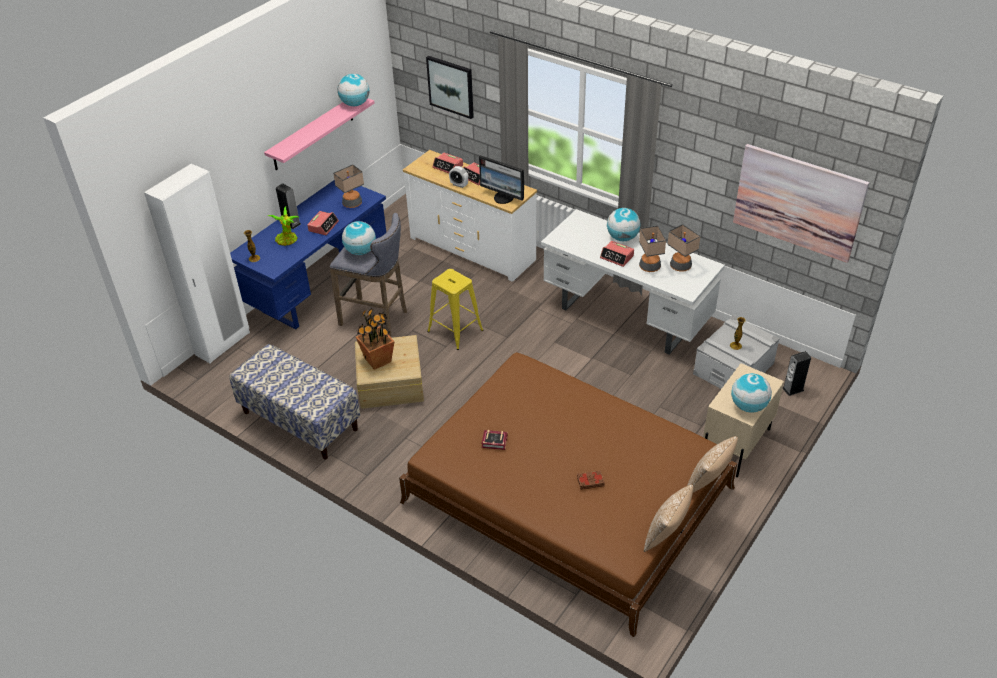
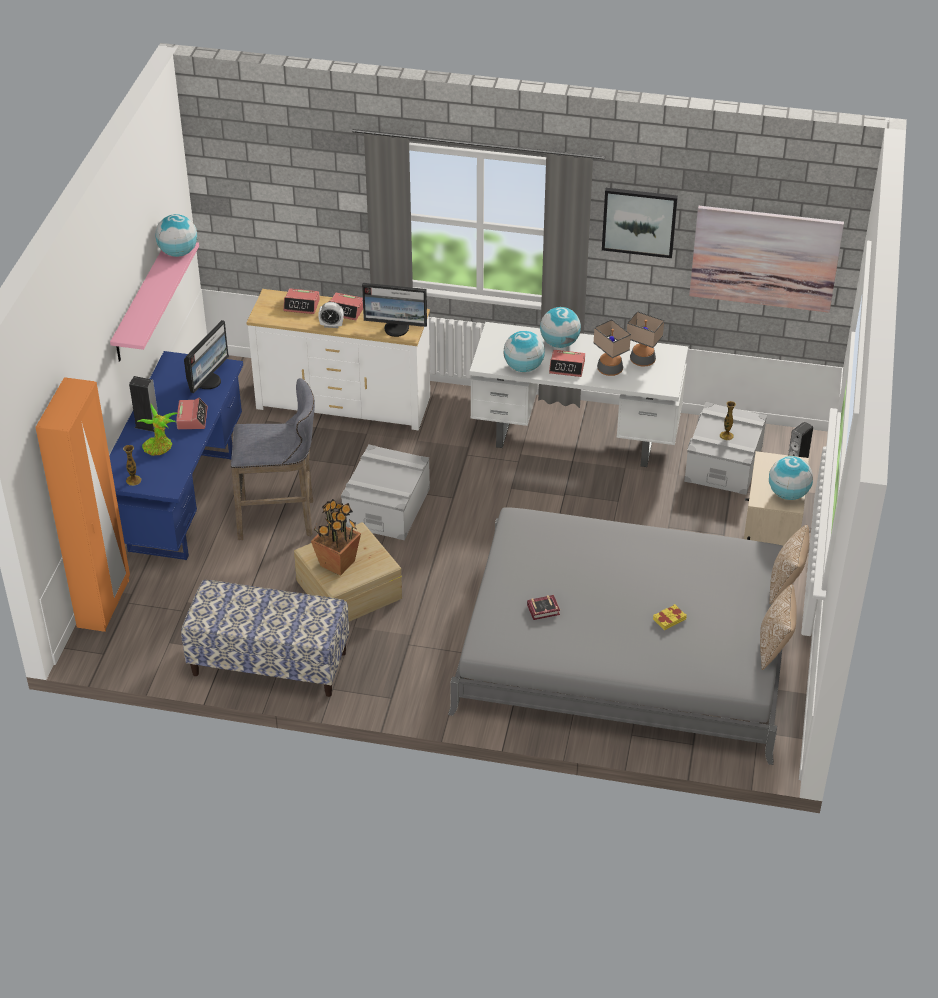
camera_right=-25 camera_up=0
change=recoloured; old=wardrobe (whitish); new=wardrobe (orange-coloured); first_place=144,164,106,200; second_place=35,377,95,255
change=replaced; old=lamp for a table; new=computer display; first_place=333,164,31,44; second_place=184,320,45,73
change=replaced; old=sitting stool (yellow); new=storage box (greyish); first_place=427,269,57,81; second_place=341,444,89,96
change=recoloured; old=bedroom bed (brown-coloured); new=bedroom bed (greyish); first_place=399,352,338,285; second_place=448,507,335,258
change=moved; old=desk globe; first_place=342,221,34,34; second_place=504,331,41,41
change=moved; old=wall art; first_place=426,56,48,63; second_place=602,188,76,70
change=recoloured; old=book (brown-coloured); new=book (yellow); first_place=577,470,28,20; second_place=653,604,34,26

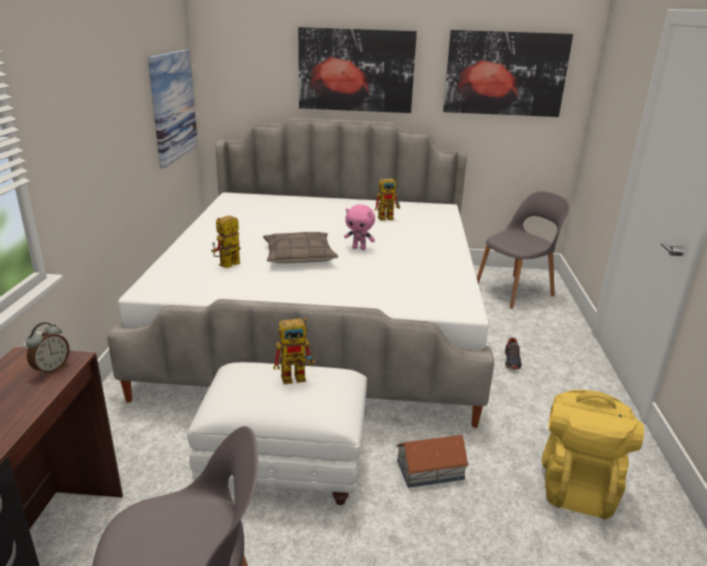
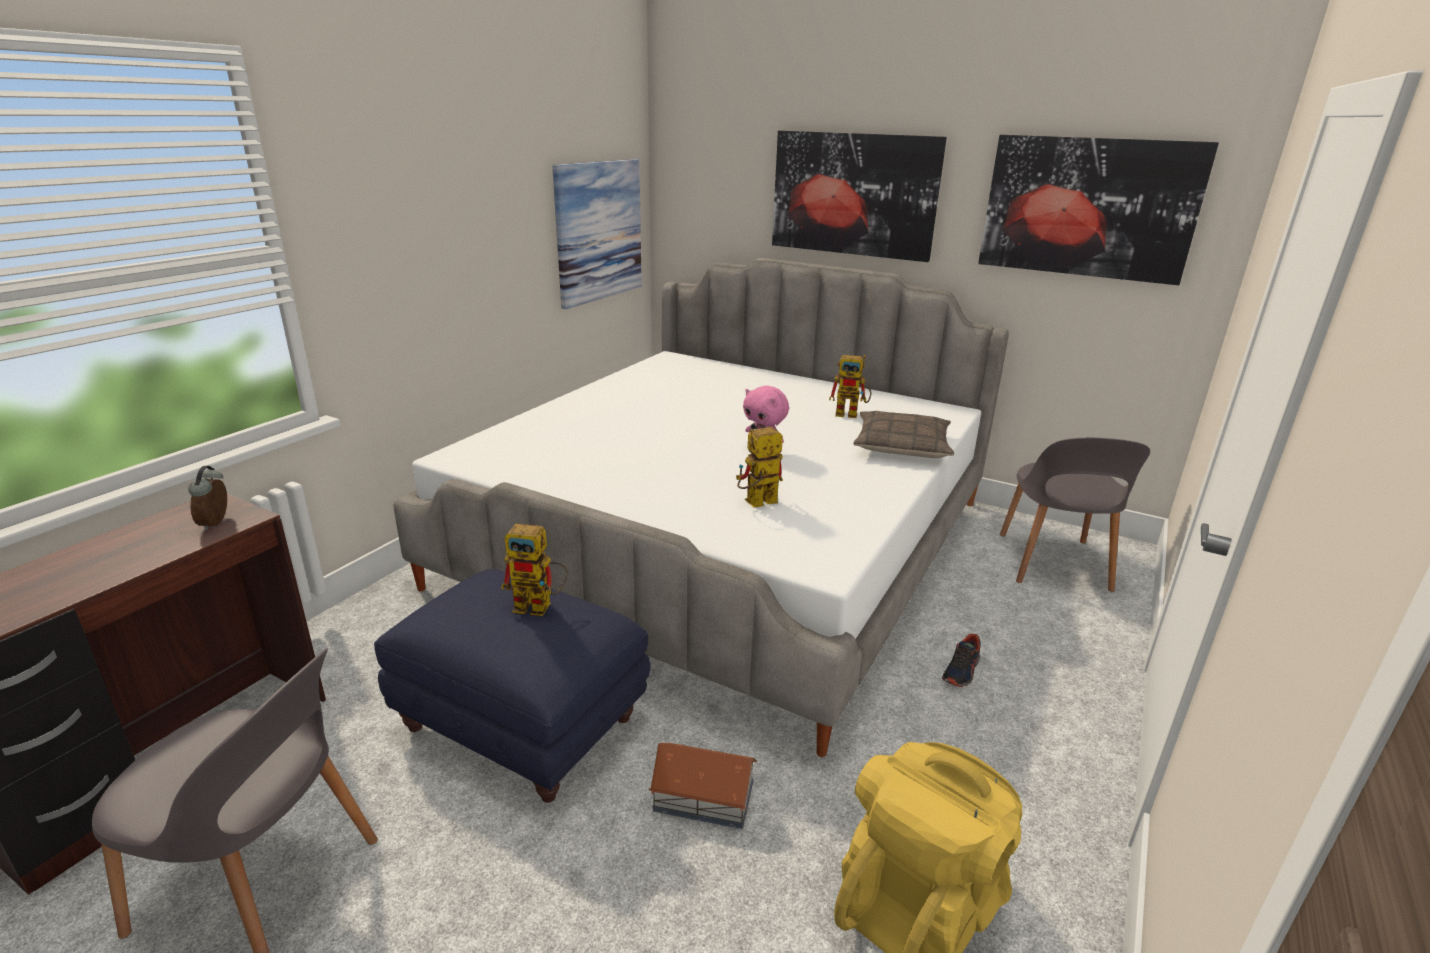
camera_right=25 camera_up=0
change=turned; old=bedside clock; first_place=26,322,44,54; second_place=188,466,39,65; degrees=120
change=recoloured; old=pouffe (whitish); new=pouffe (bluish); first_place=187,362,180,143; second_place=374,569,277,234
change=moved; old=robot figure; first_place=211,215,30,53; second_place=736,427,47,80
change=moved; old=throw pillow; first_place=263,232,75,31; second_place=853,411,101,47
change=turned; old=plain chair (greyish); first_place=477,191,93,118; second_place=1000,438,150,154; degrees=105

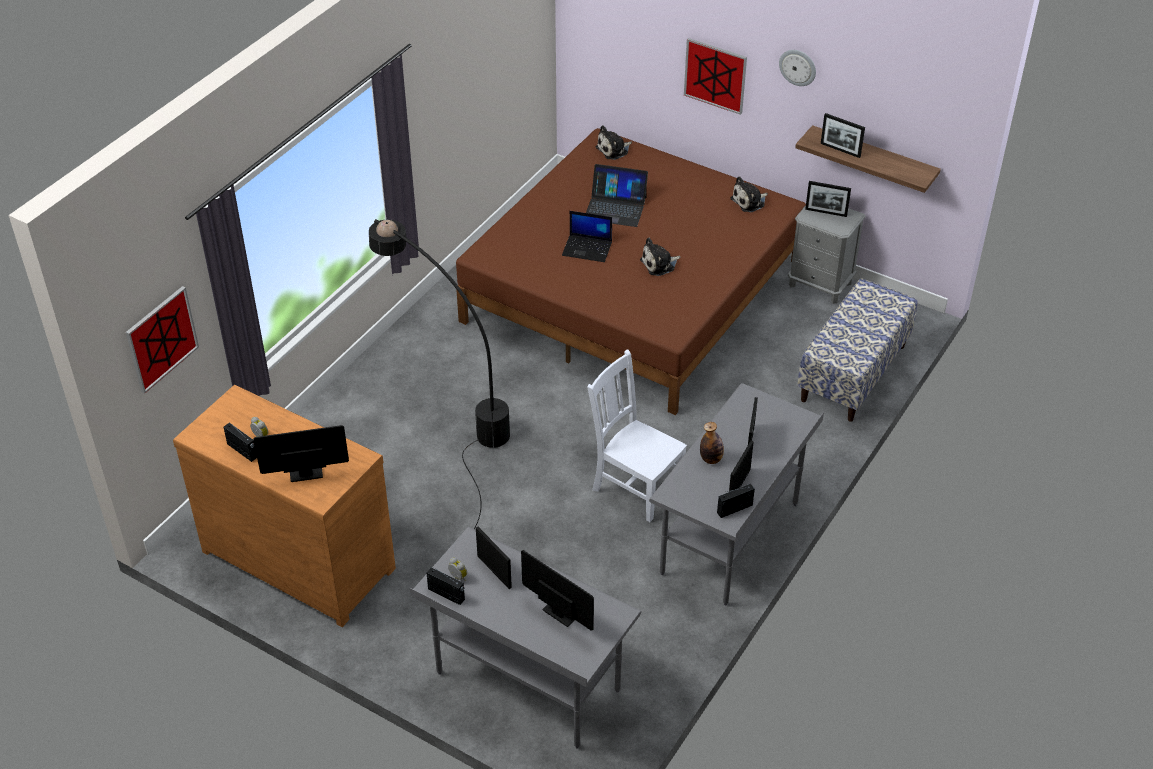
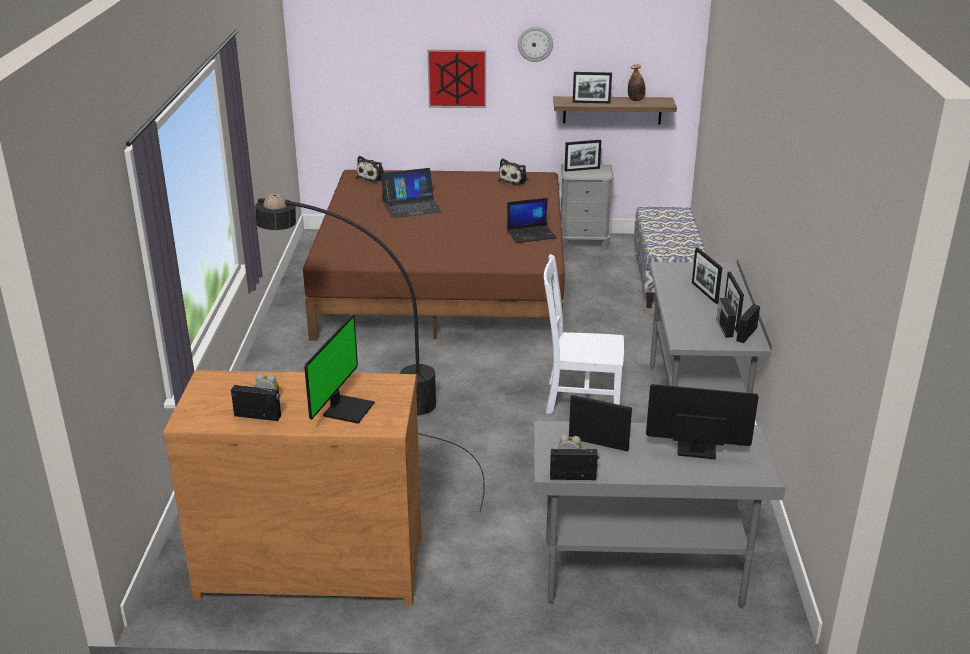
camera_right=-30 camera_up=-15
change=turned; old=computer display; first_place=253,425,96,57; second_place=304,315,71,108; degrees=150
change=moved; old=portable computer; first_place=562,211,50,51; second_place=507,198,50,45
change=moved; old=drink bottle; first_place=700,422,24,42; second_place=628,65,18,36
change=added; new=radio; second_place=717,298,19,40
change=removed; old=wall art; first_place=126,286,73,107
change=removed; old=plush toy; first_place=640,238,40,38

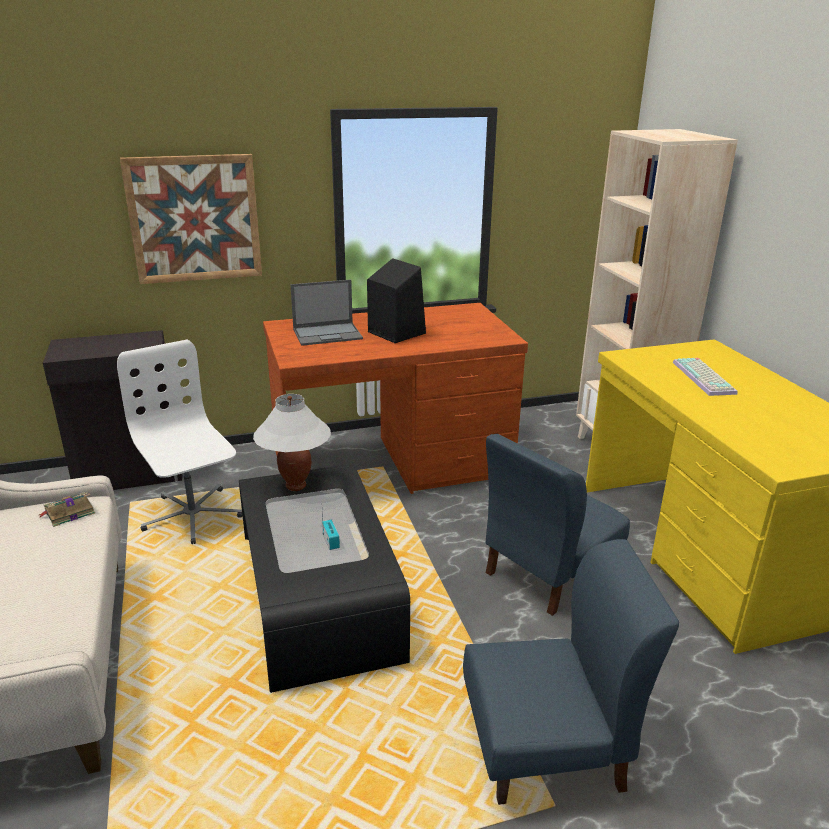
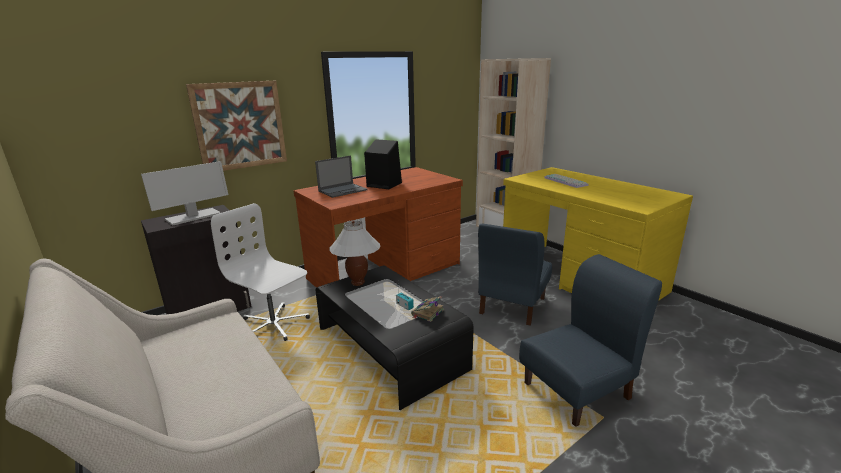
camera_right=-20 camera_up=-5
change=added; new=computer display; second_place=141,161,87,65
change=moved; old=book; first_place=39,492,56,35; second_place=411,296,33,26

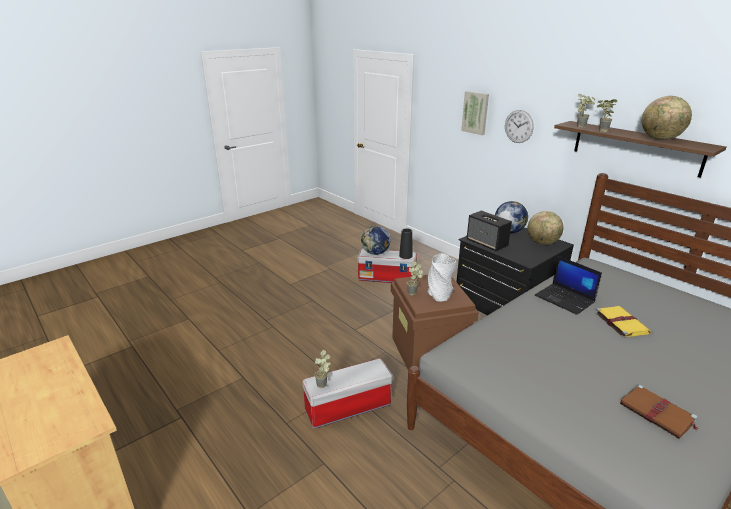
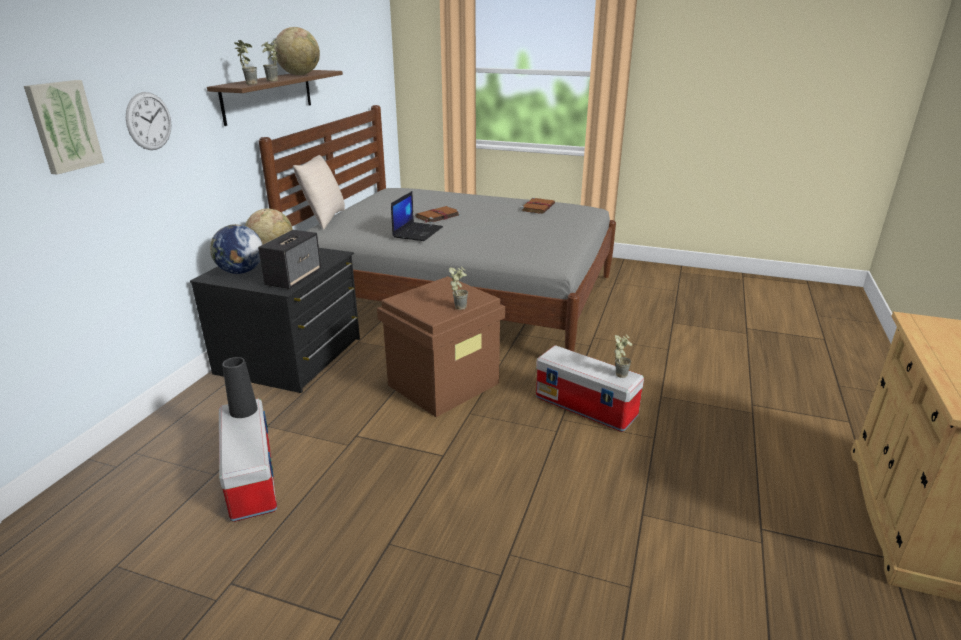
camera_right=-120 camera_up=0
change=added; new=throw pillow (beige); second_place=293,155,52,75
change=recoloured; old=book (yellow); new=book (brown-coloured); first_place=595,306,56,32; second_place=415,206,45,17
change=removed; old=desk globe; first_place=361,226,30,29
change=removed; old=vase (greyish); first_place=428,253,29,49

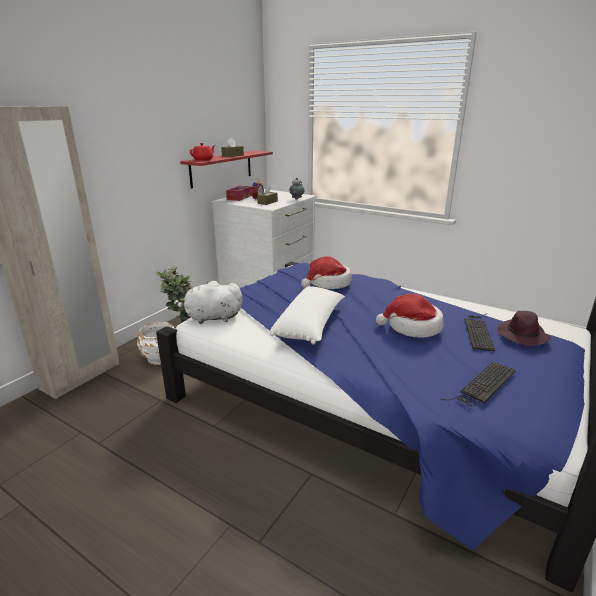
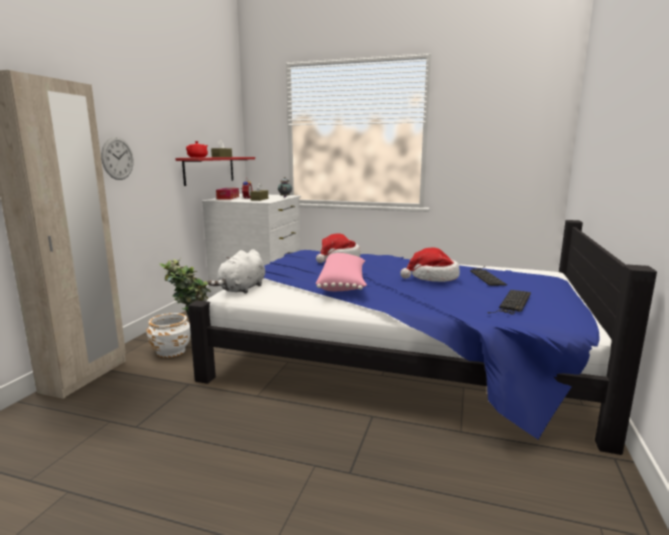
camera_right=-15 camera_up=-10
change=added; new=hanging clock; second_place=101,137,32,43
change=turned; old=plush toy (whitish); first_place=174,281,68,43; second_place=208,249,57,45; degrees=-45
change=recoloured; old=throw pillow (whitish); new=throw pillow (pink); first_place=270,286,75,58; second_place=316,253,51,38
change=removed; old=hat (purple-coloured); first_place=498,311,53,35

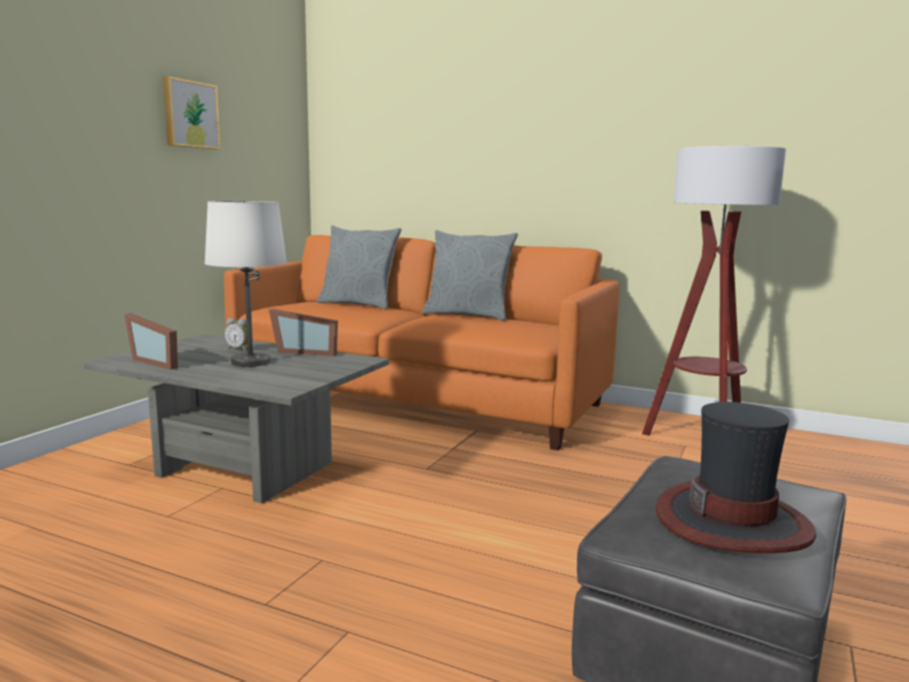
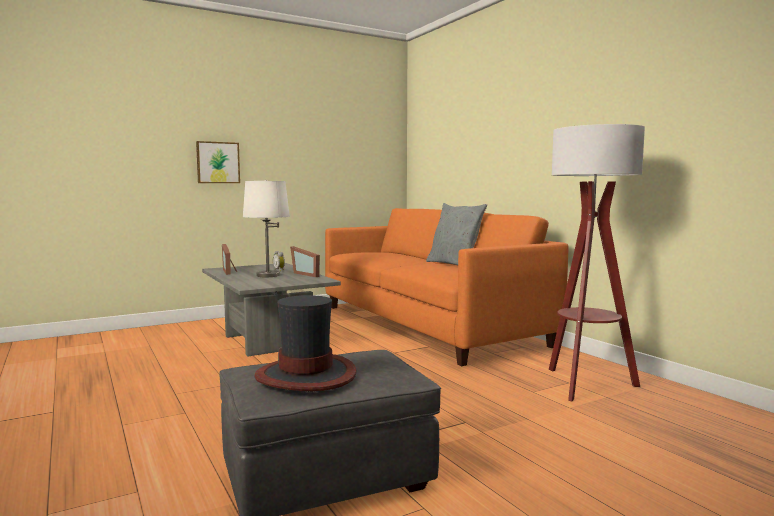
camera_right=35 camera_up=-5
change=moved; old=wall art; first_place=163,76,57,73; second_place=196,141,44,42
change=removed; old=throw pillow (greyish); first_place=317,225,85,85

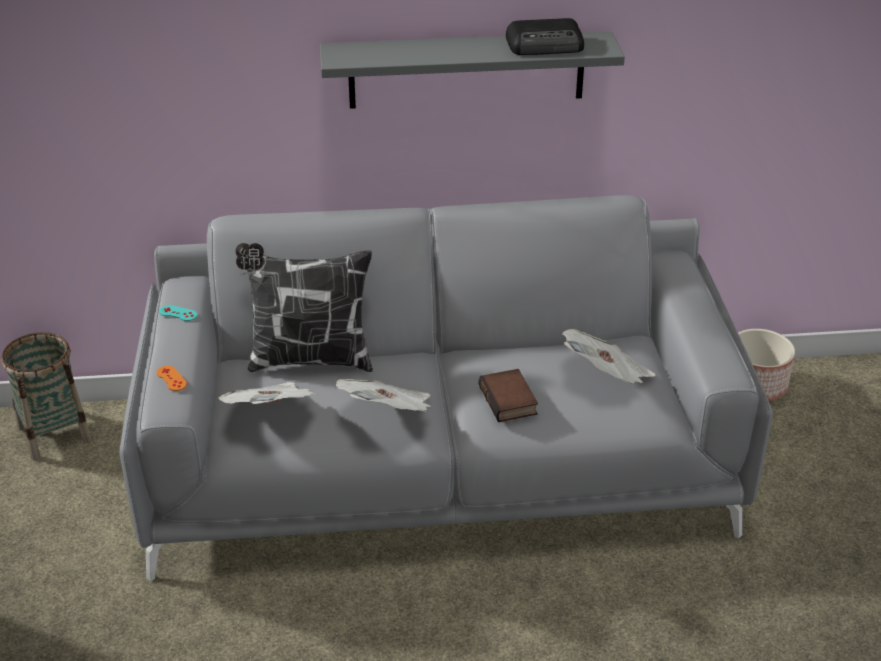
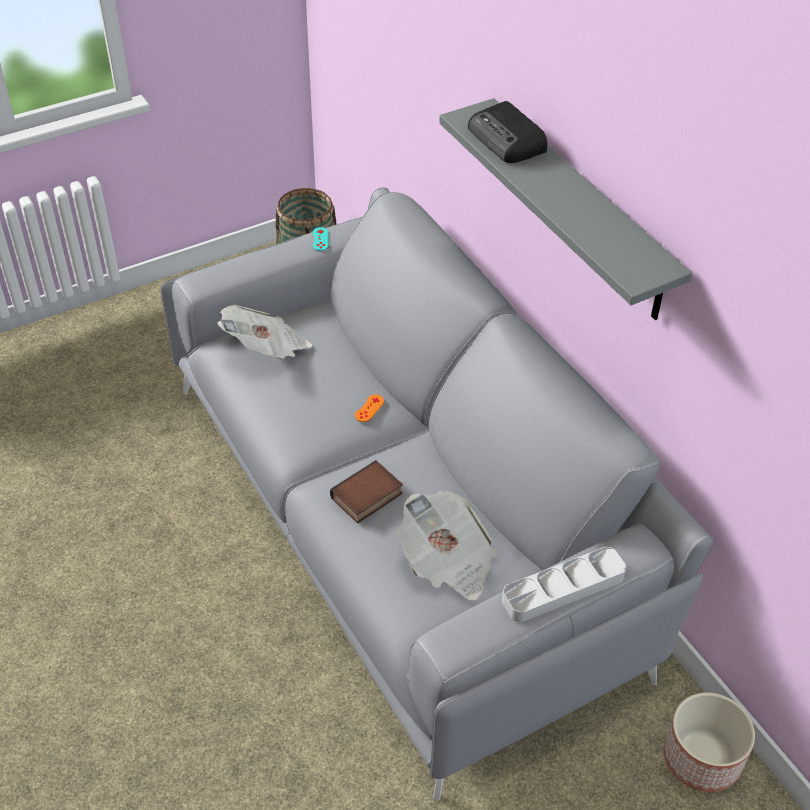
camera_right=65 camera_up=10
change=moved; old=game controller (orange-coloured); first_place=157,366,30,25; second_place=355,395,29,27
change=moved; old=radio; first_place=506,18,78,37; second_place=468,101,79,62
change=added; new=carrying tray (greyish); second_place=502,547,124,75
change=removed; old=throw pillow; first_place=235,243,138,129
change=removed; old=printed paper; first_place=336,379,94,32

